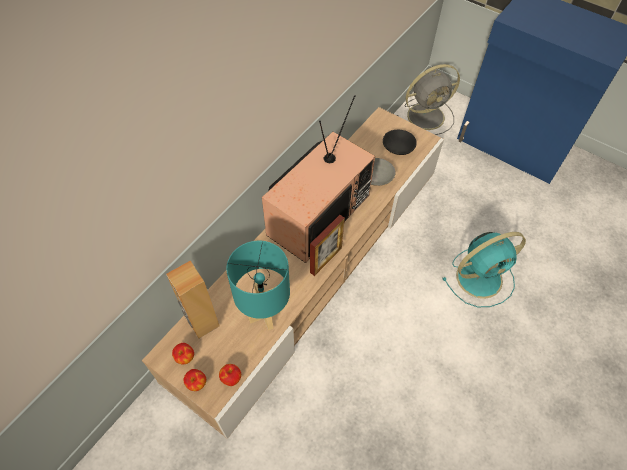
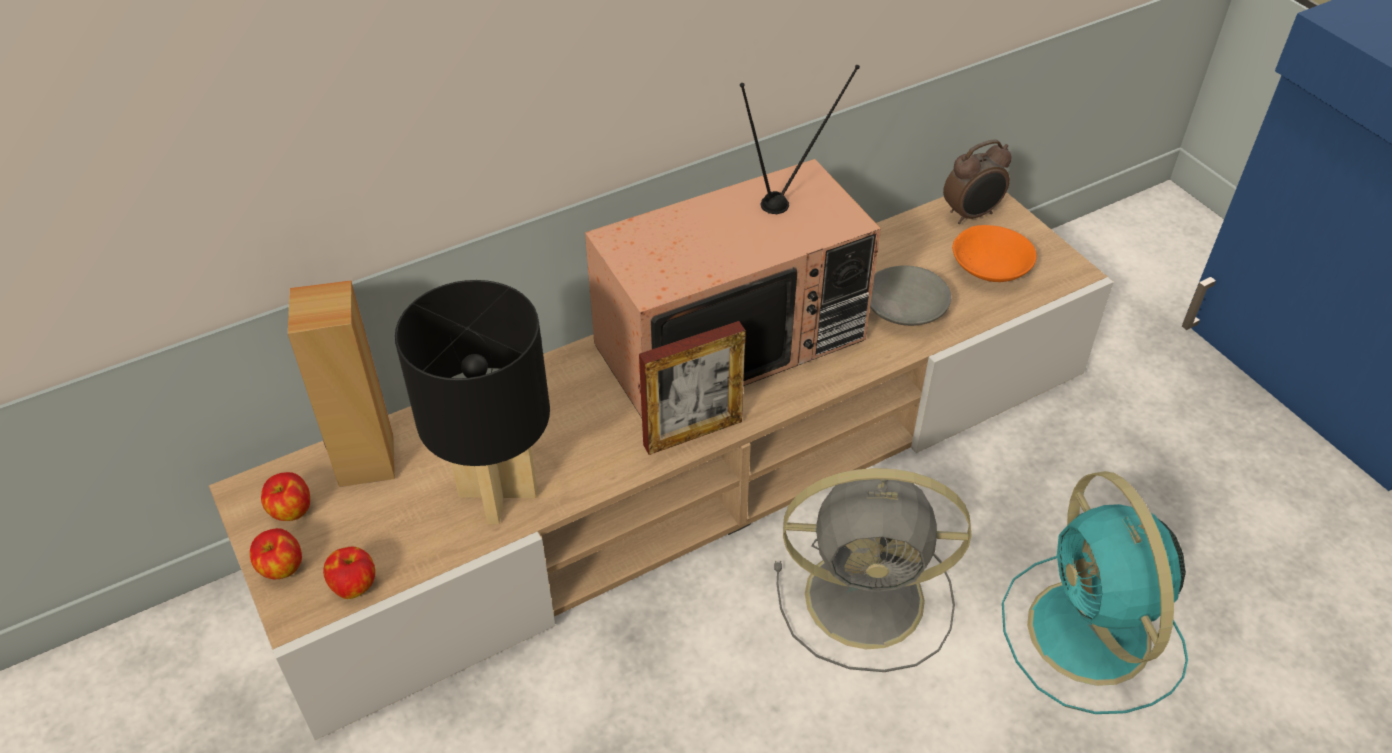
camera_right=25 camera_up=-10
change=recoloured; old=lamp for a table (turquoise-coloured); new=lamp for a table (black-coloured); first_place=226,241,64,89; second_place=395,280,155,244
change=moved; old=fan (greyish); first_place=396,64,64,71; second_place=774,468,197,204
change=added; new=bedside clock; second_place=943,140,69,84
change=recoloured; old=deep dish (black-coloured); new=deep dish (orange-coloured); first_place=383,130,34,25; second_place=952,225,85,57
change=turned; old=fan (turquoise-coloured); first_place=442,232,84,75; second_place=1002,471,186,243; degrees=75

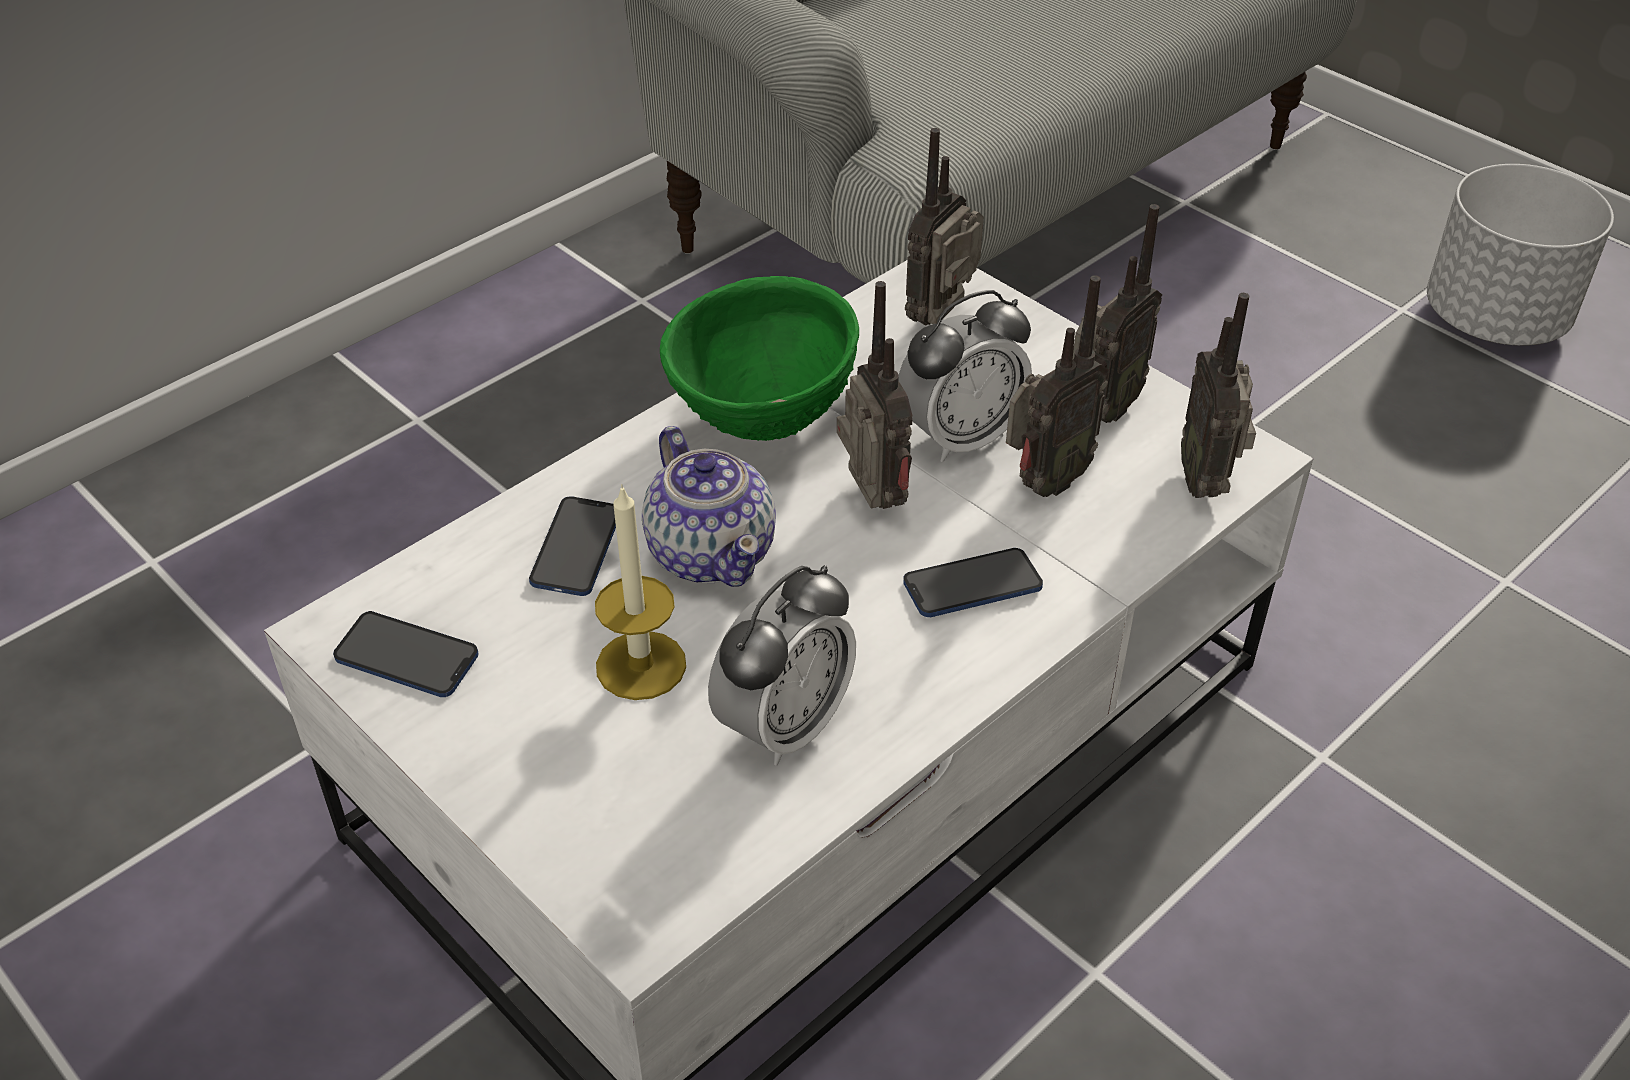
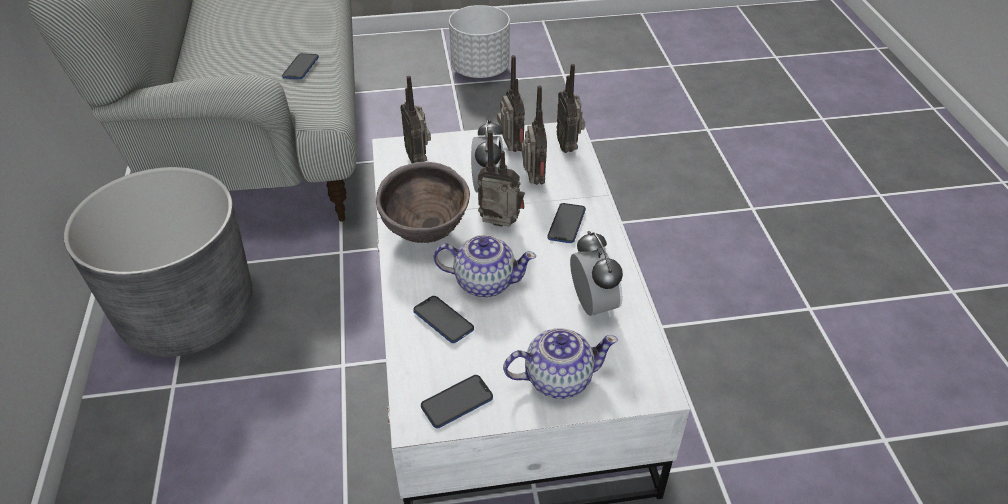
camera_right=-55 camera_up=0
change=added; new=flower pot (greyish); second_place=64,167,189,190
change=added; new=handset; second_place=282,53,37,27
change=recoloured; old=deep dish (green-coloured); new=deep dish (brown-coloured); first_place=660,276,199,165; second_place=376,162,94,81
change=added; new=tea pot; second_place=503,328,115,70
change=turned; old=radio; first_place=1181,293,75,205; second_place=557,64,28,89; degrees=45
change=removed; old=wax light; first_place=595,484,91,216

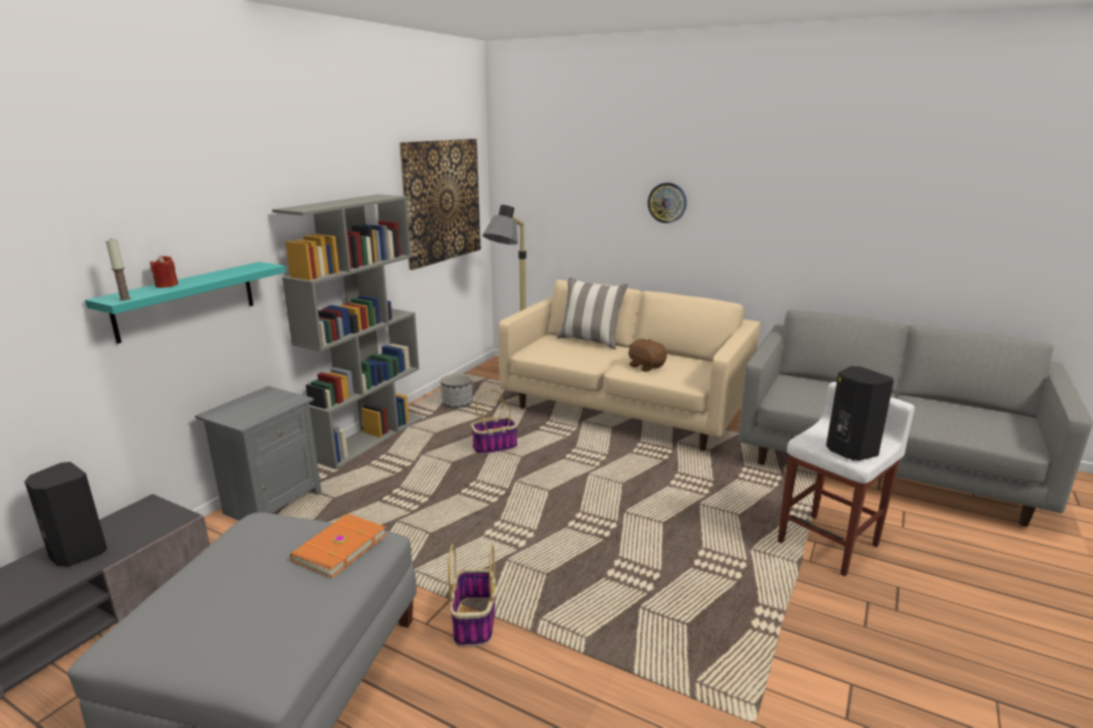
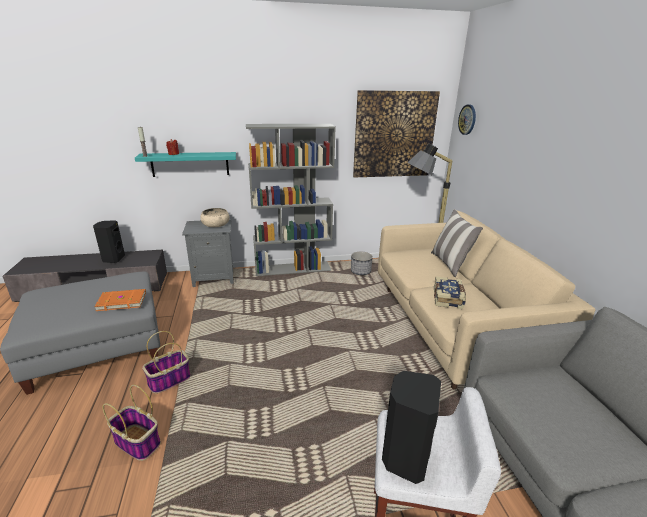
camera_right=50 camera_up=5
change=moved; old=basket; first_place=471,390,47,64; second_place=102,385,59,76
change=added; new=deep dish (beige); second_place=200,208,30,19
change=replaced; old=plush toy (brown-coloured); new=book; first_place=628,339,39,33; second_place=434,277,32,32
change=moved; old=hanging clock; first_place=648,183,39,40; second_place=458,104,18,31

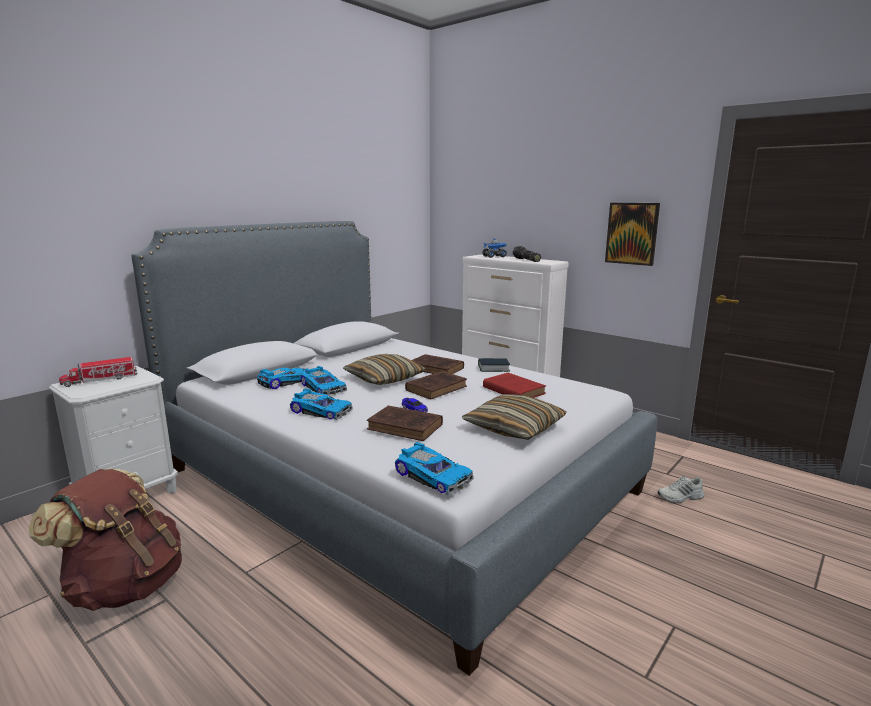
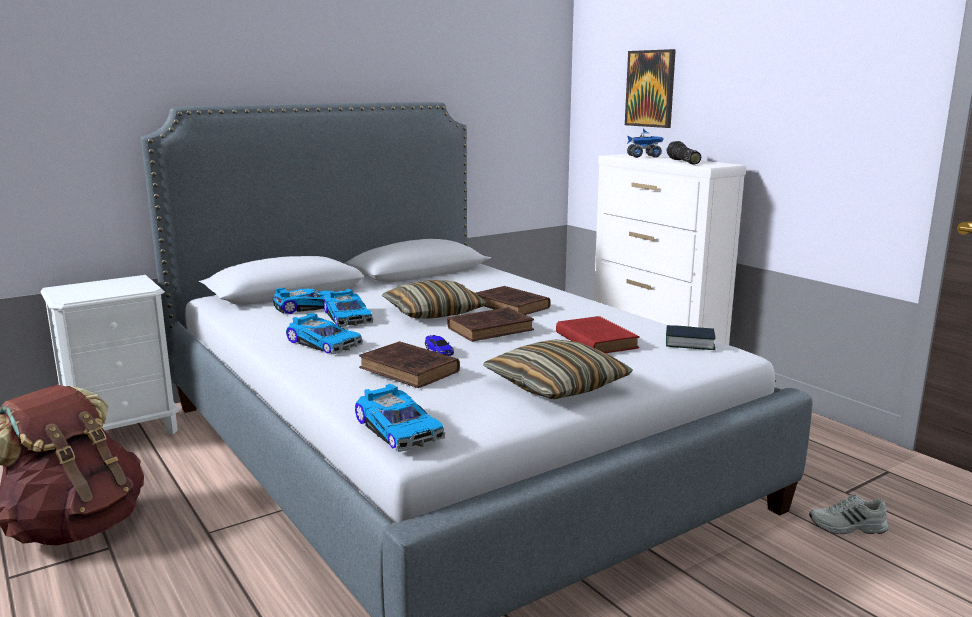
camera_right=15 camera_up=0
change=moved; old=wall art; first_place=605,203,55,63; second_place=625,49,51,79
change=moved; old=book; first_place=478,358,32,14; second_place=666,325,50,25
change=removed; old=model truck; first_place=59,357,79,30

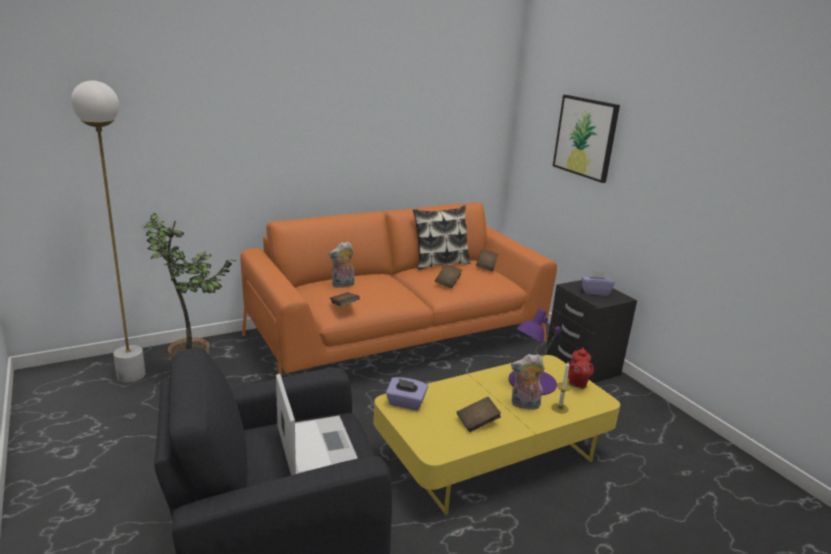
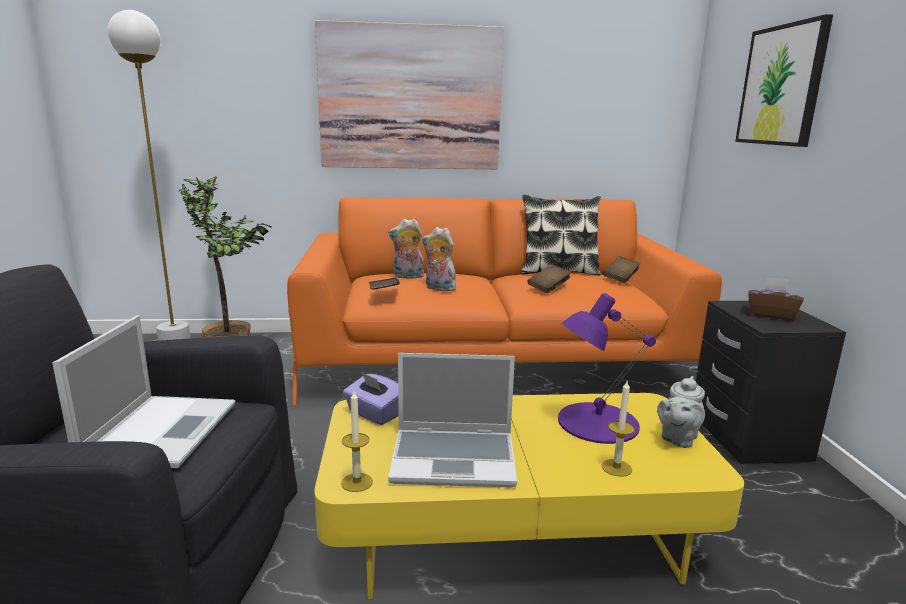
camera_right=25 camera_up=-5
change=added; new=wall art; second_place=315,20,189,149
change=added; new=wax light; second_place=341,391,32,101
change=replaced; old=book (brown-coloured); new=portable computer; first_place=457,397,44,35; second_place=388,353,129,135
change=moved; old=plush toy; first_place=511,354,34,56; second_place=422,227,38,65
change=recoloured; old=tea pot (red); new=tea pot (greyish); first_place=568,347,26,42; second_place=657,376,48,72
change=recoloured; old=tissue box (purple-coloured); new=tissue box (brown-coloured); first_place=581,270,34,26; second_place=748,277,56,44

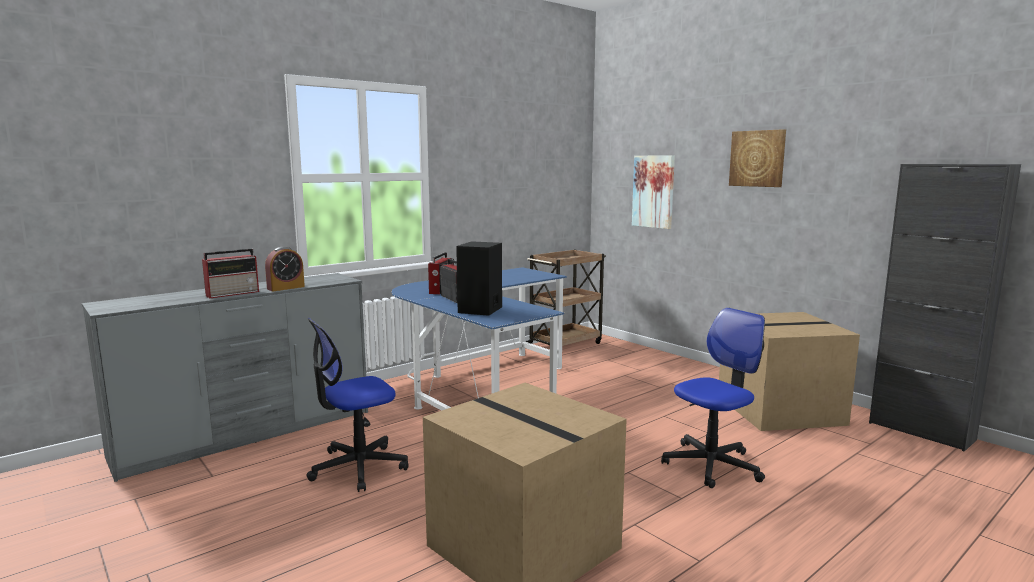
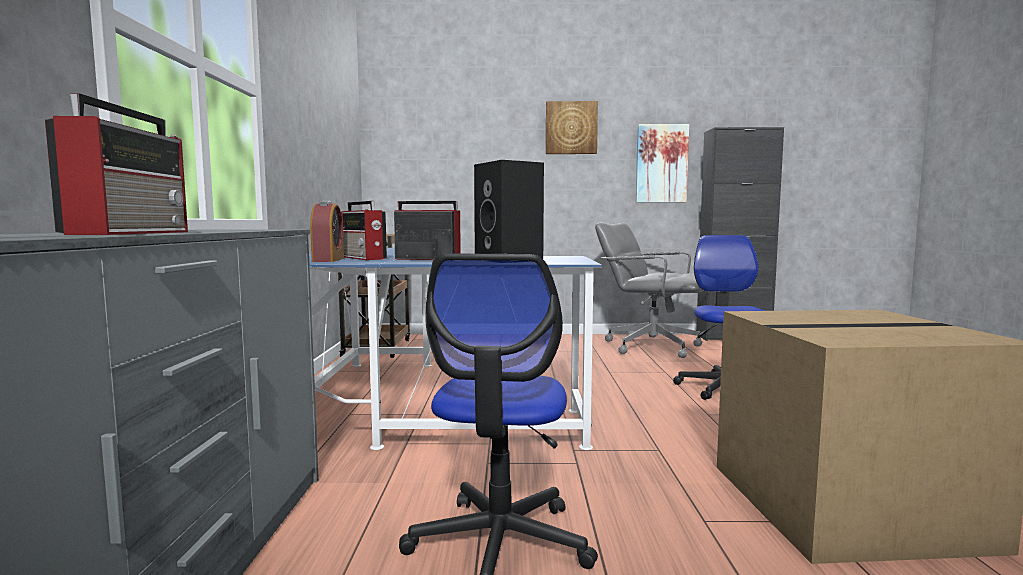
camera_right=-50 camera_up=-5
change=moved; old=bedside clock; first_place=265,246,40,45; second_place=310,201,34,61
change=replaced; old=cardboard box; new=computer chair (greyish); first_place=719,312,141,119; second_place=595,222,109,136
change=moved; old=wall art; first_place=632,155,43,74; second_place=636,124,53,78

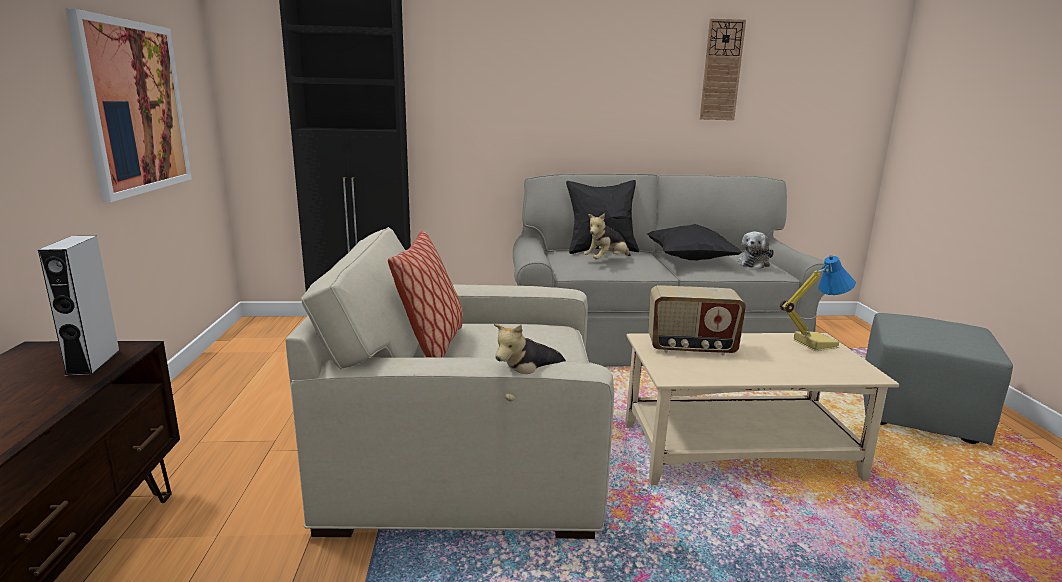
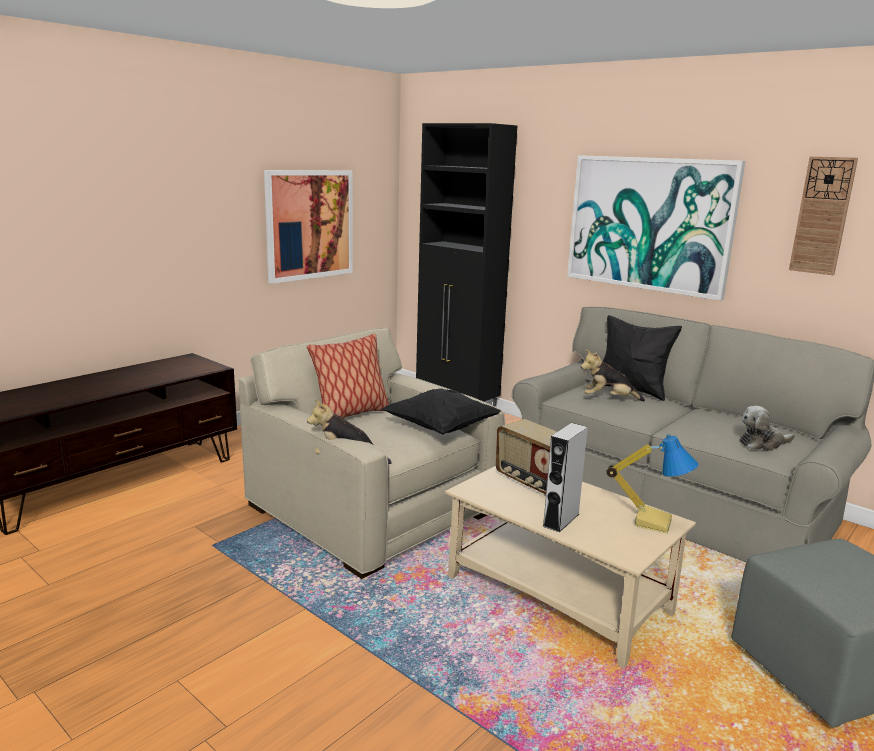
camera_right=45 camera_up=0
change=moved; old=throw pillow (black-coloured); first_place=647,224,95,36; second_place=381,388,120,47
change=moved; old=speaker (greyish); first_place=38,236,82,140; second_place=542,423,46,110
change=added; new=wall art; second_place=567,155,179,146

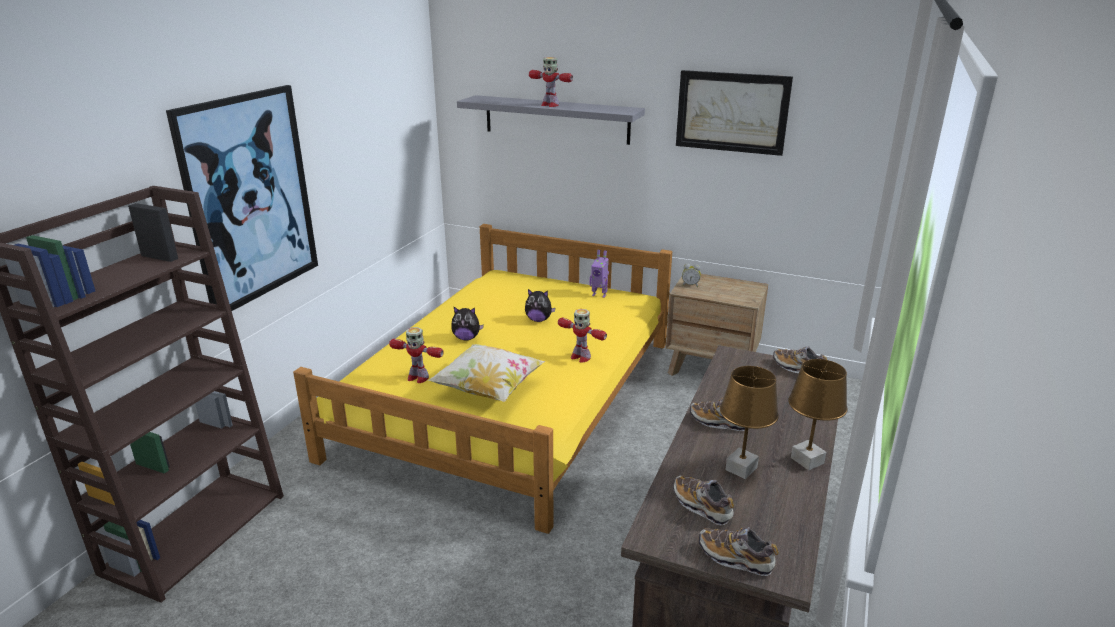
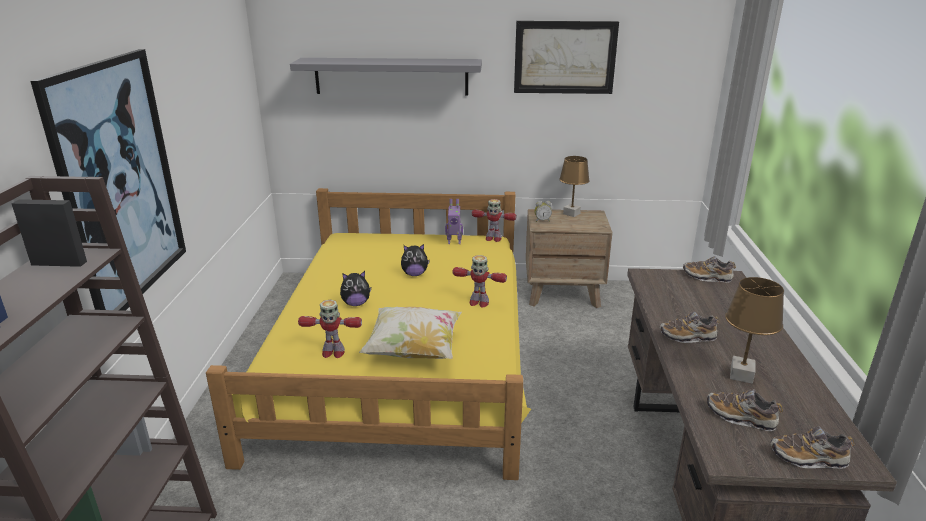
camera_right=-20 camera_up=0
change=moved; old=robot figure; first_place=529,57,44,50; second_place=472,199,44,43
change=moved; old=lamp for a table (brown-coloured); first_place=788,359,59,111; second_place=559,156,31,61

